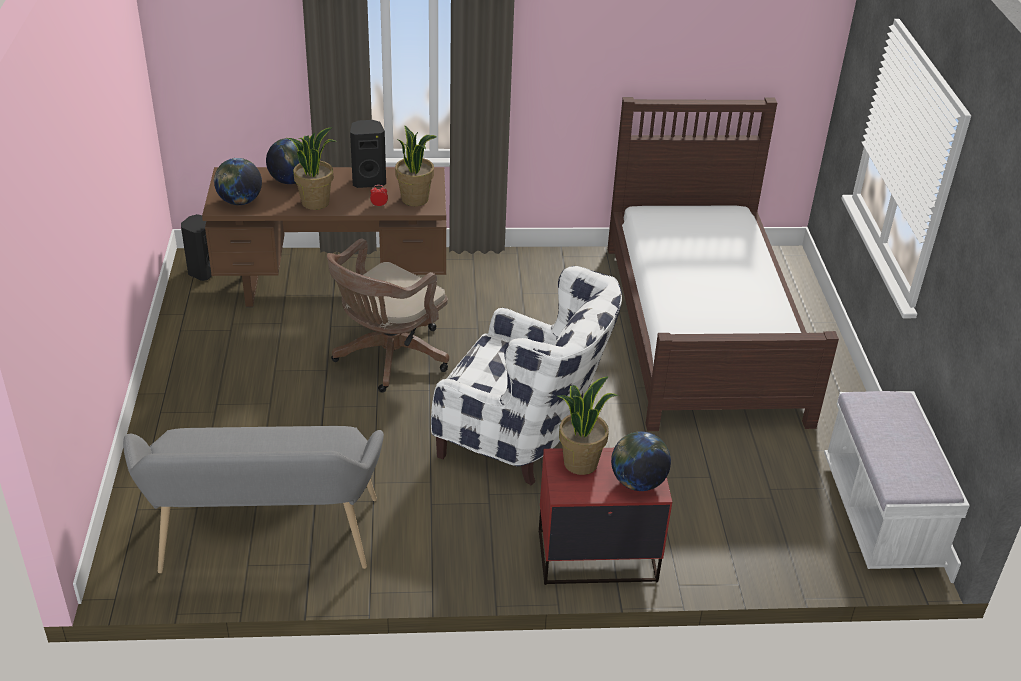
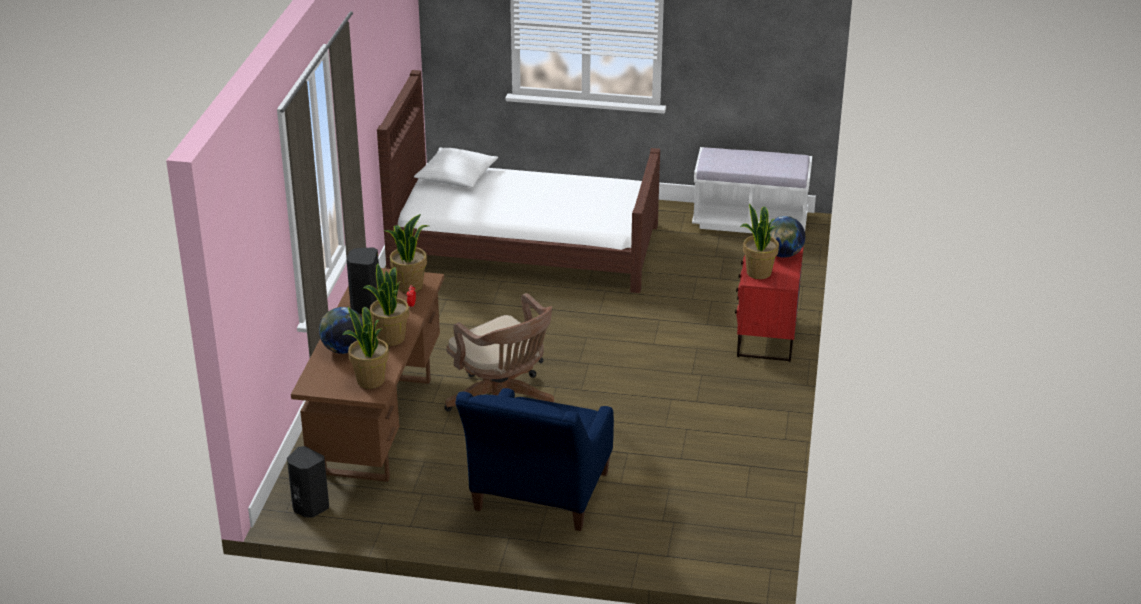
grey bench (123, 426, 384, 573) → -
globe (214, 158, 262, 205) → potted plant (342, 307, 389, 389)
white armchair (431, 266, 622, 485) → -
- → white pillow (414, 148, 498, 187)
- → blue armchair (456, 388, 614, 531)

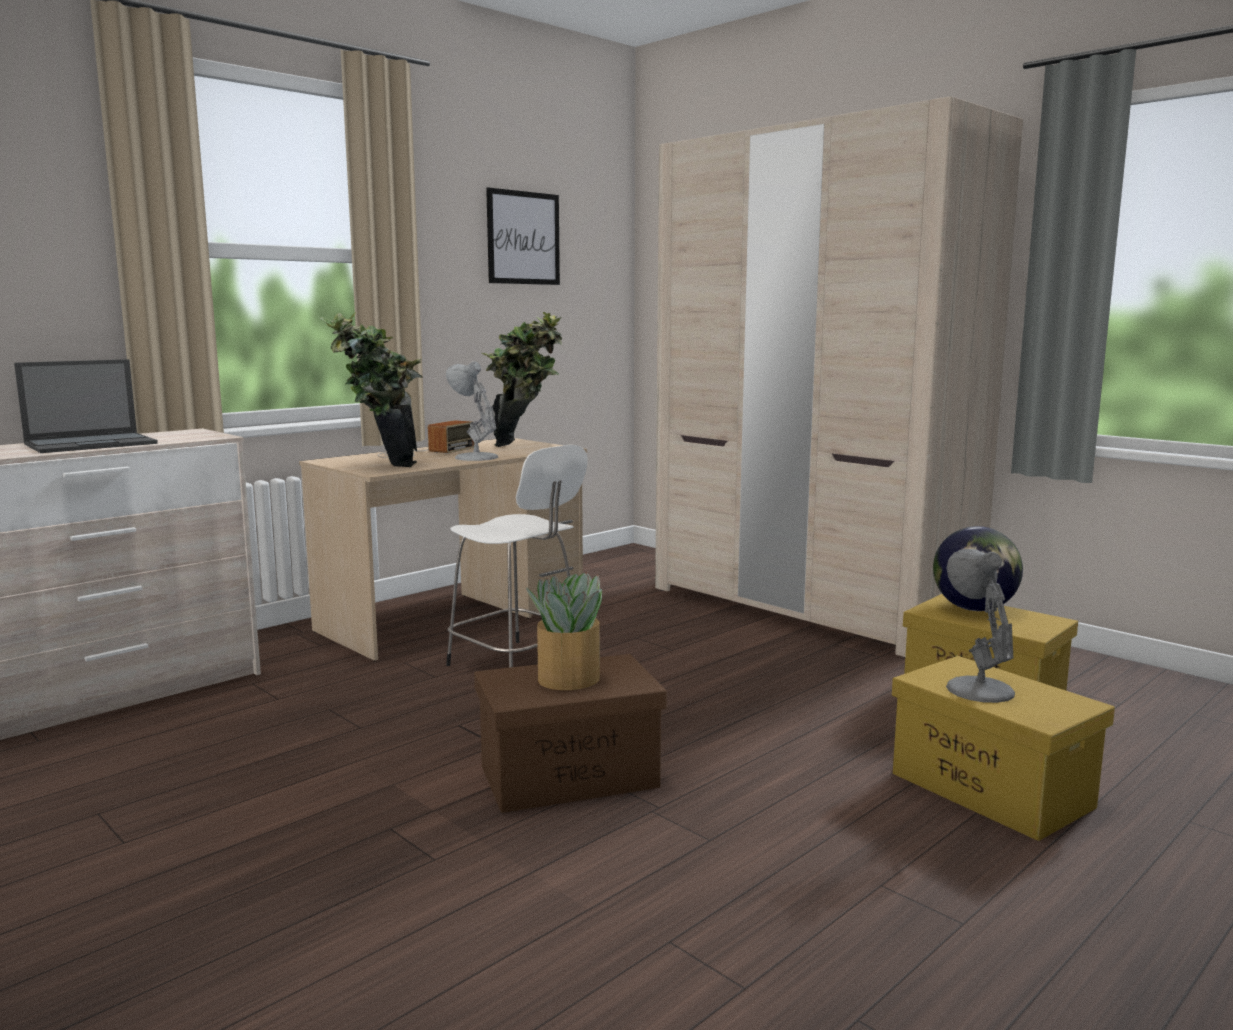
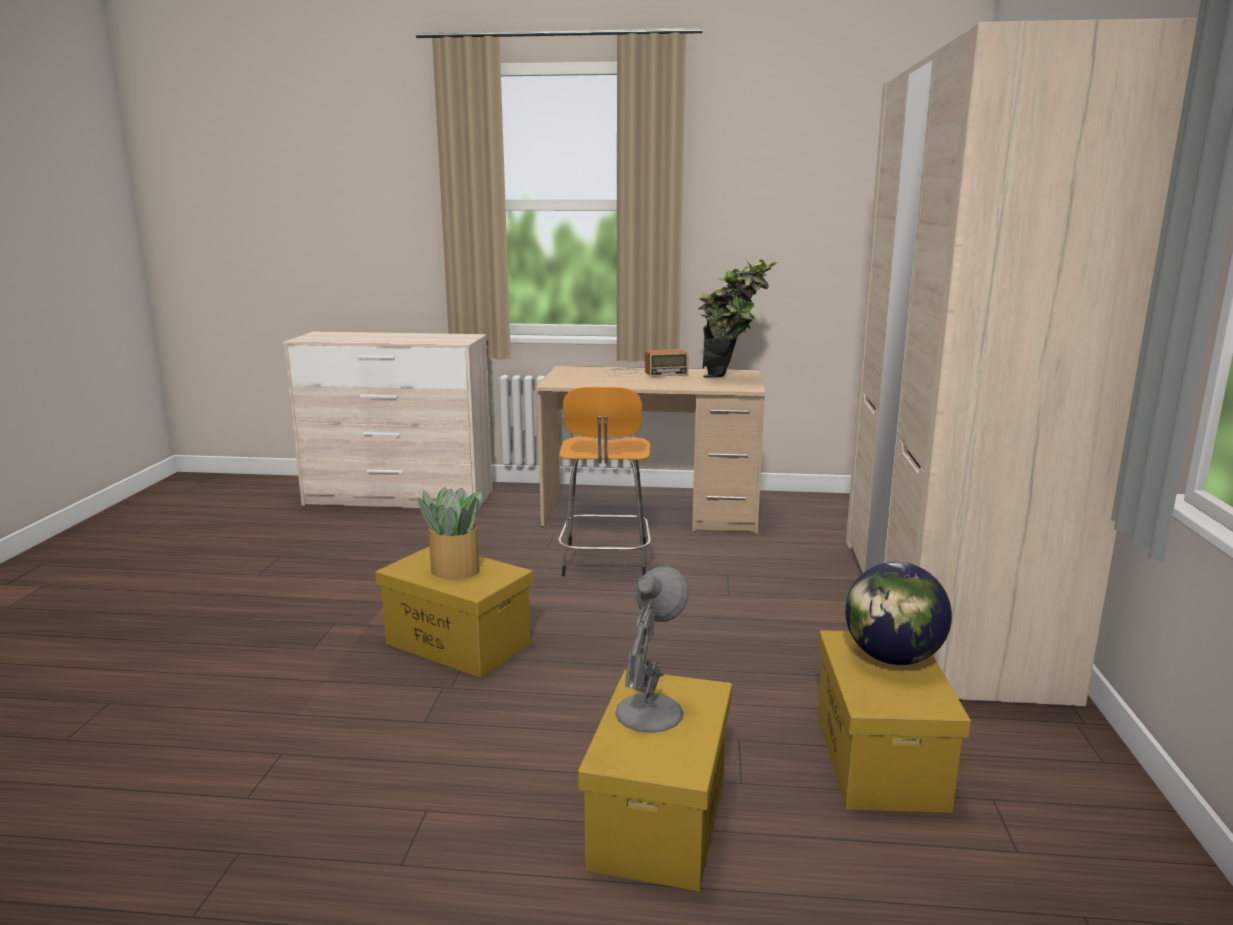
laptop (14, 359, 158, 453) → -
potted plant (321, 312, 423, 467) → -
white table lamp (446, 361, 498, 461) → -
white stool (446, 445, 588, 668) → orange stool (558, 387, 651, 577)
brown storage box (474, 654, 667, 813) → yellow storage box (375, 546, 533, 678)
picture (486, 187, 560, 285) → -

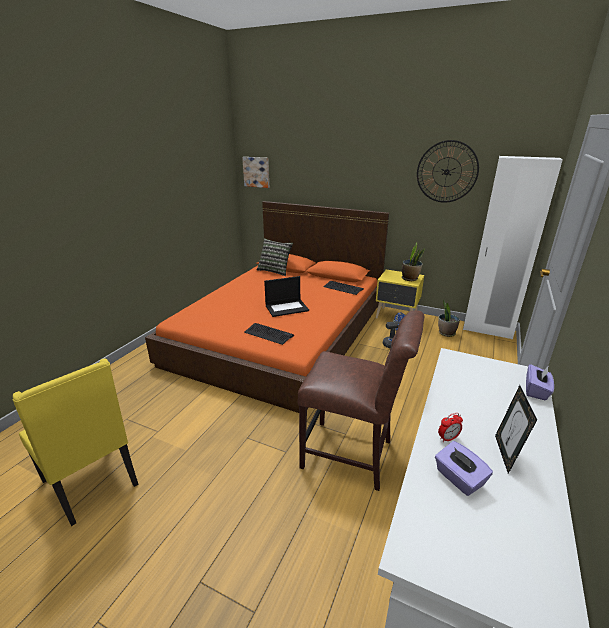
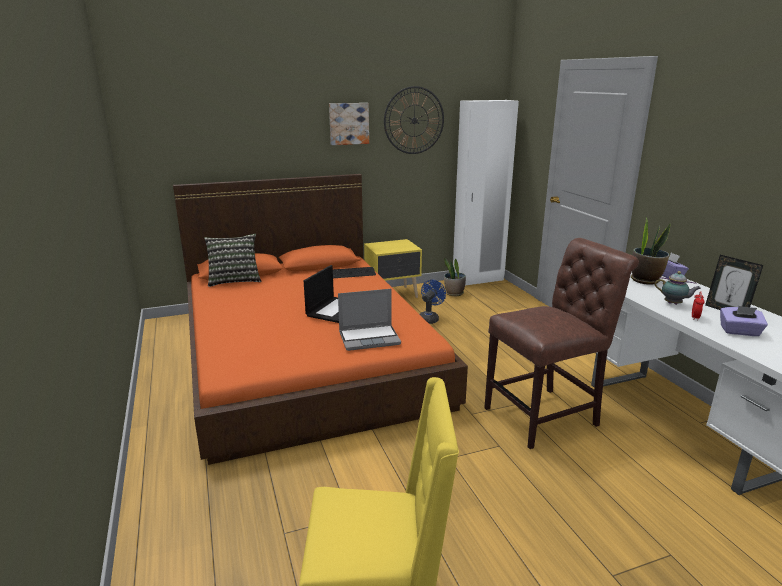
picture (242, 157, 269, 188) → picture (329, 103, 369, 145), moved
keyboard (244, 323, 294, 345) → laptop (338, 289, 401, 351)
potted plant (402, 242, 425, 281) → potted plant (631, 216, 671, 285), moved
- → teapot (655, 271, 701, 305)

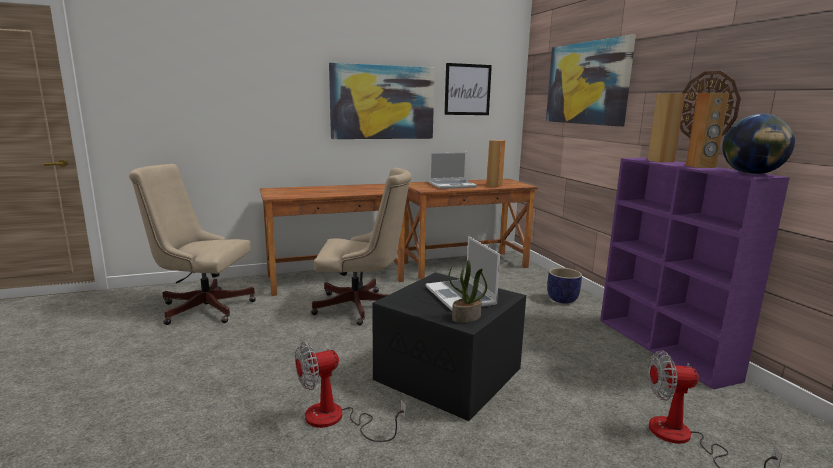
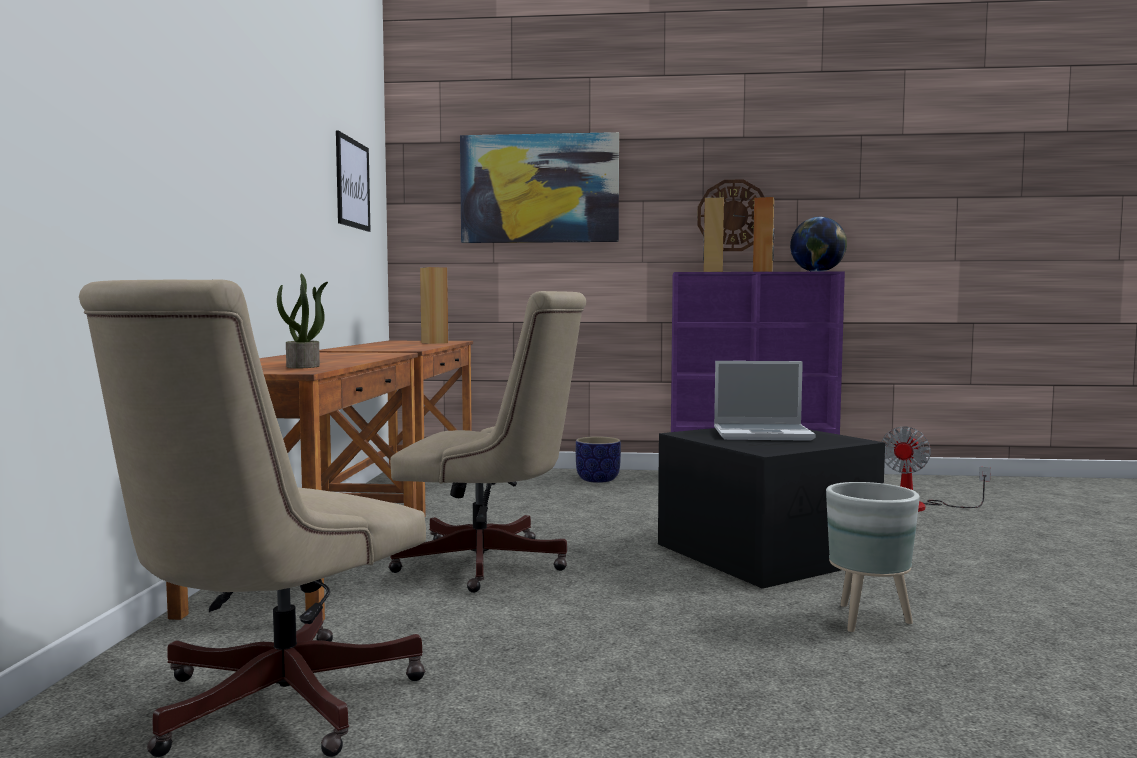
fan (295, 342, 406, 442) → grey planter (826, 482, 920, 632)
beige office chair (311, 168, 412, 325) → beige office chair (388, 291, 586, 593), 75 degrees clockwise
picture (329, 63, 435, 139) → -
laptop (429, 152, 477, 189) → -
potted plant (449, 260, 487, 323) → potted plant (277, 274, 328, 368), moved

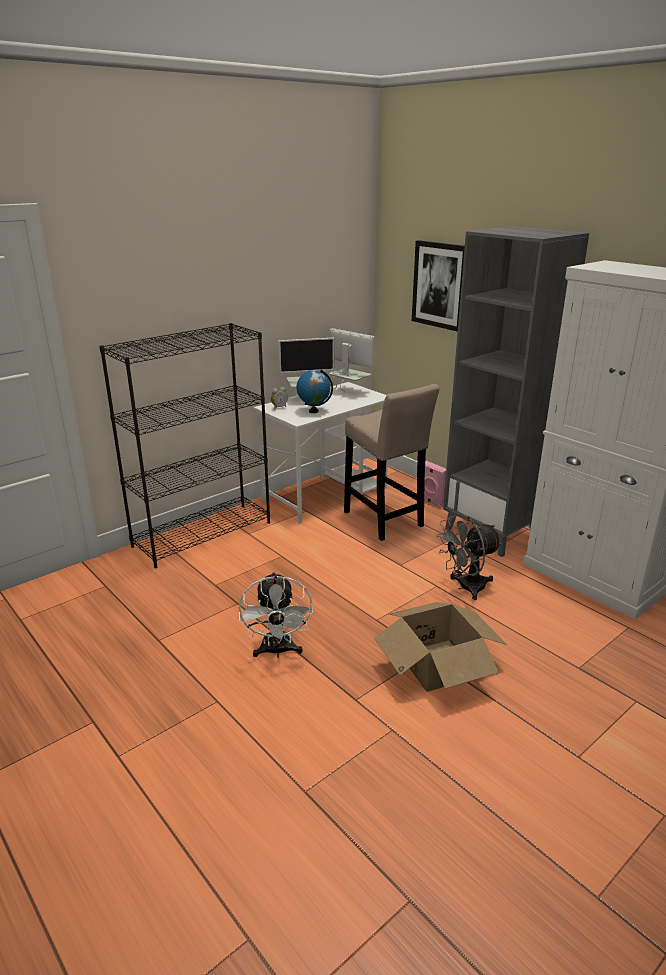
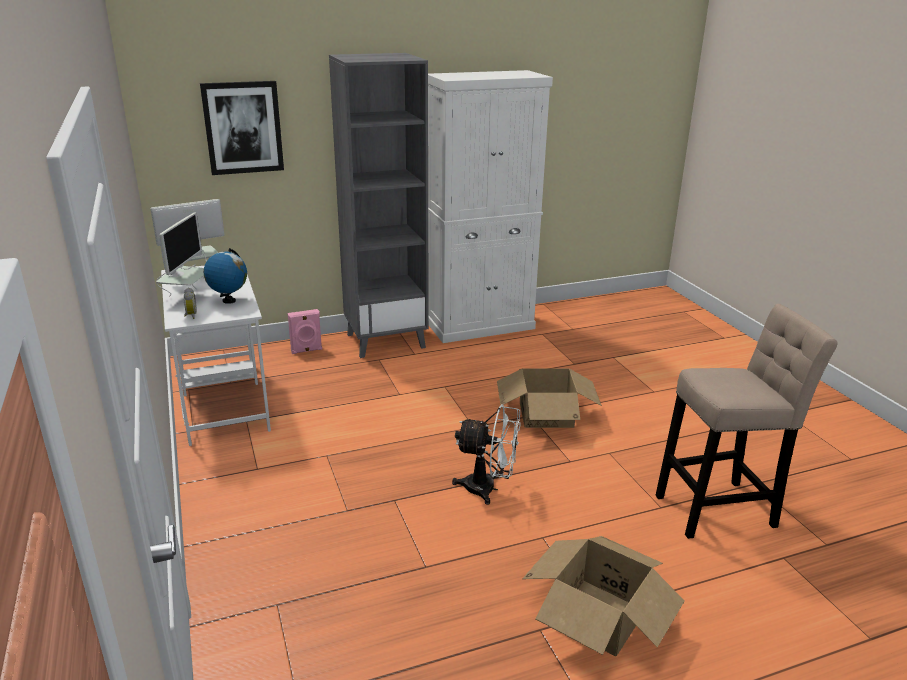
black bookcase (99, 323, 270, 568) → -
beige stool (344, 384, 439, 541) → beige stool (656, 304, 838, 539), moved
grey fan (436, 514, 502, 600) → -
- → cardboard box (522, 536, 685, 656)

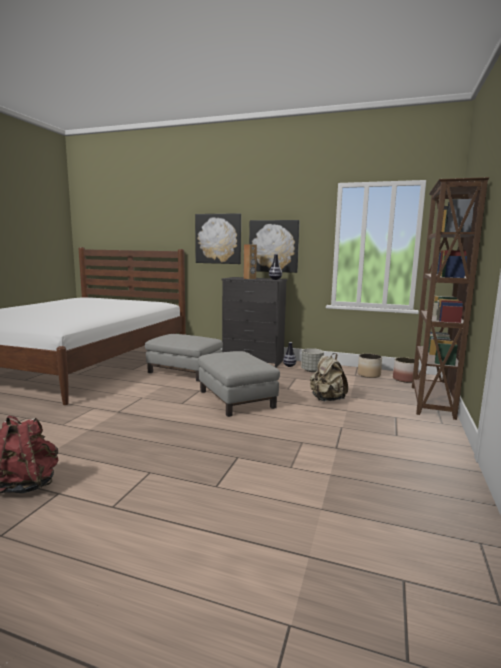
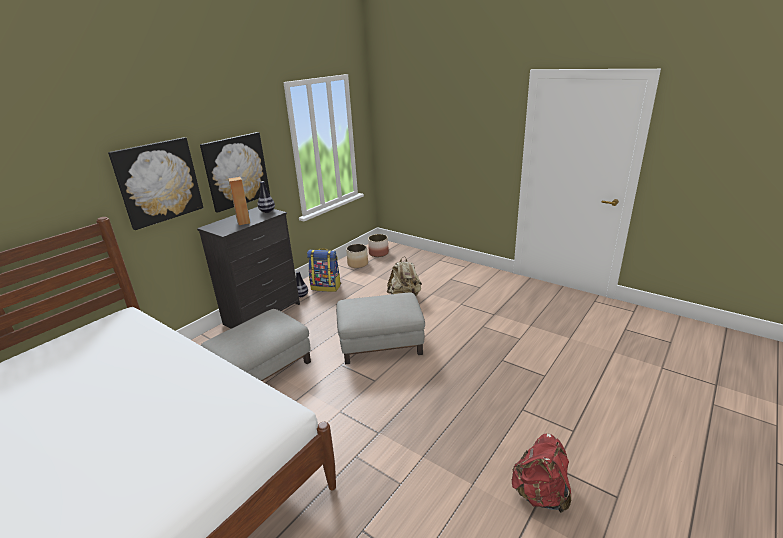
grey planter (301, 348, 324, 372) → backpack (307, 248, 341, 292)
brown bookcase (412, 177, 489, 420) → -

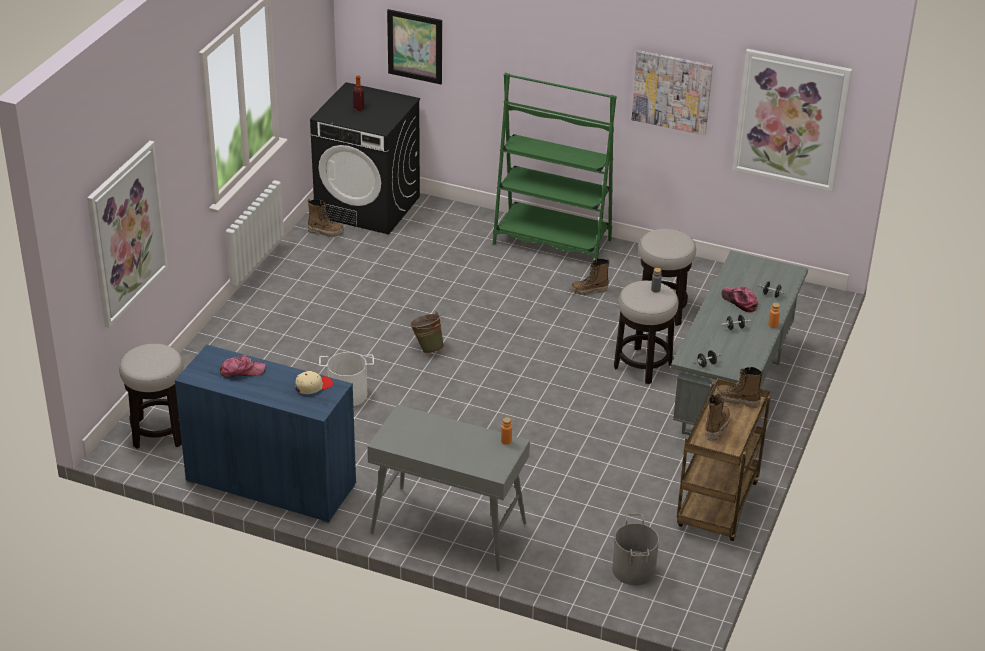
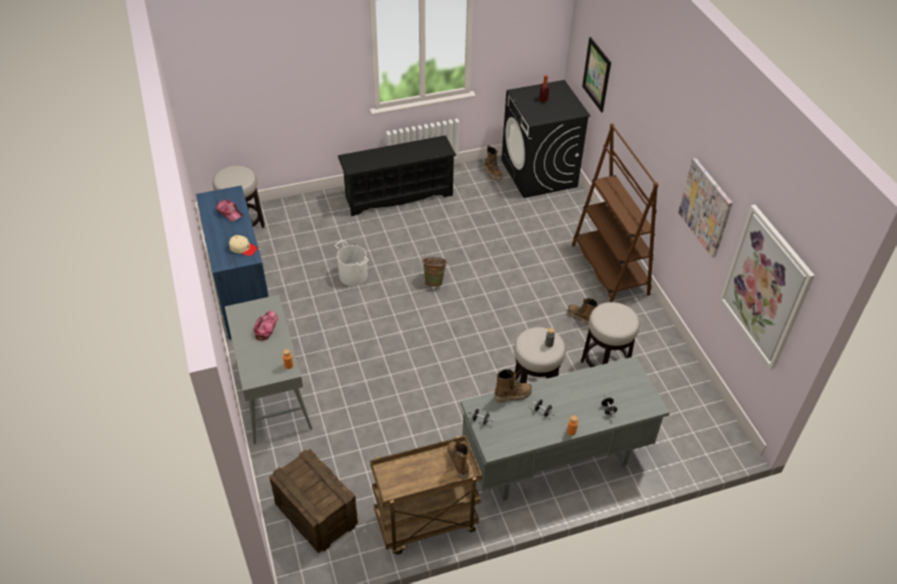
picture (87, 141, 168, 328) → -
green bookcase (493, 73, 617, 260) → brown bookcase (572, 123, 659, 302)
grey bucket (612, 513, 659, 585) → crate (269, 449, 358, 553)
boot (705, 394, 730, 441) → boot (494, 369, 532, 402), moved
cap (722, 287, 758, 313) → cap (254, 311, 278, 341), moved
- → black shoe rack (338, 135, 457, 216)

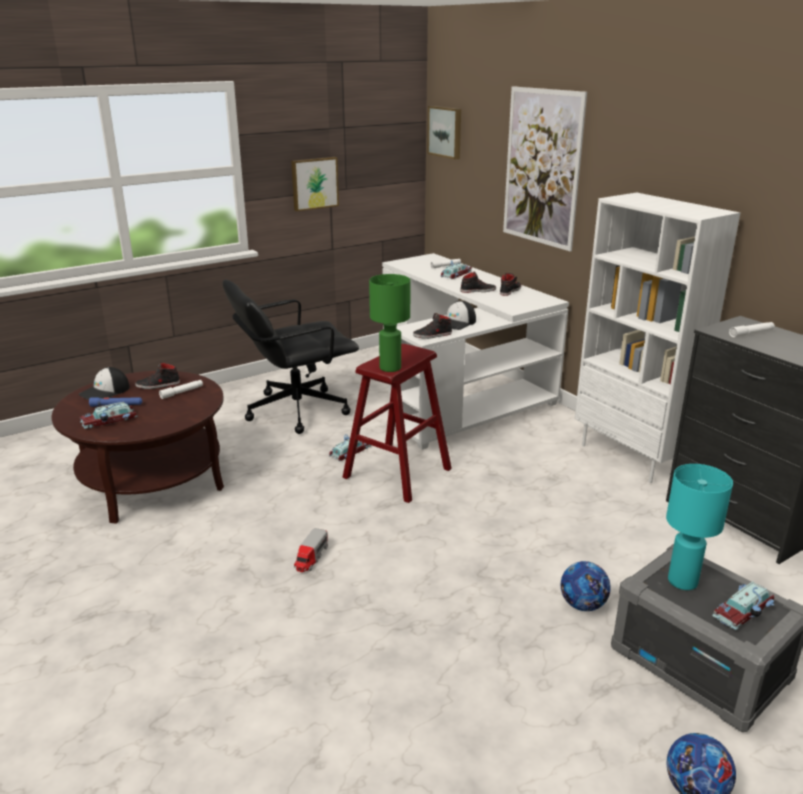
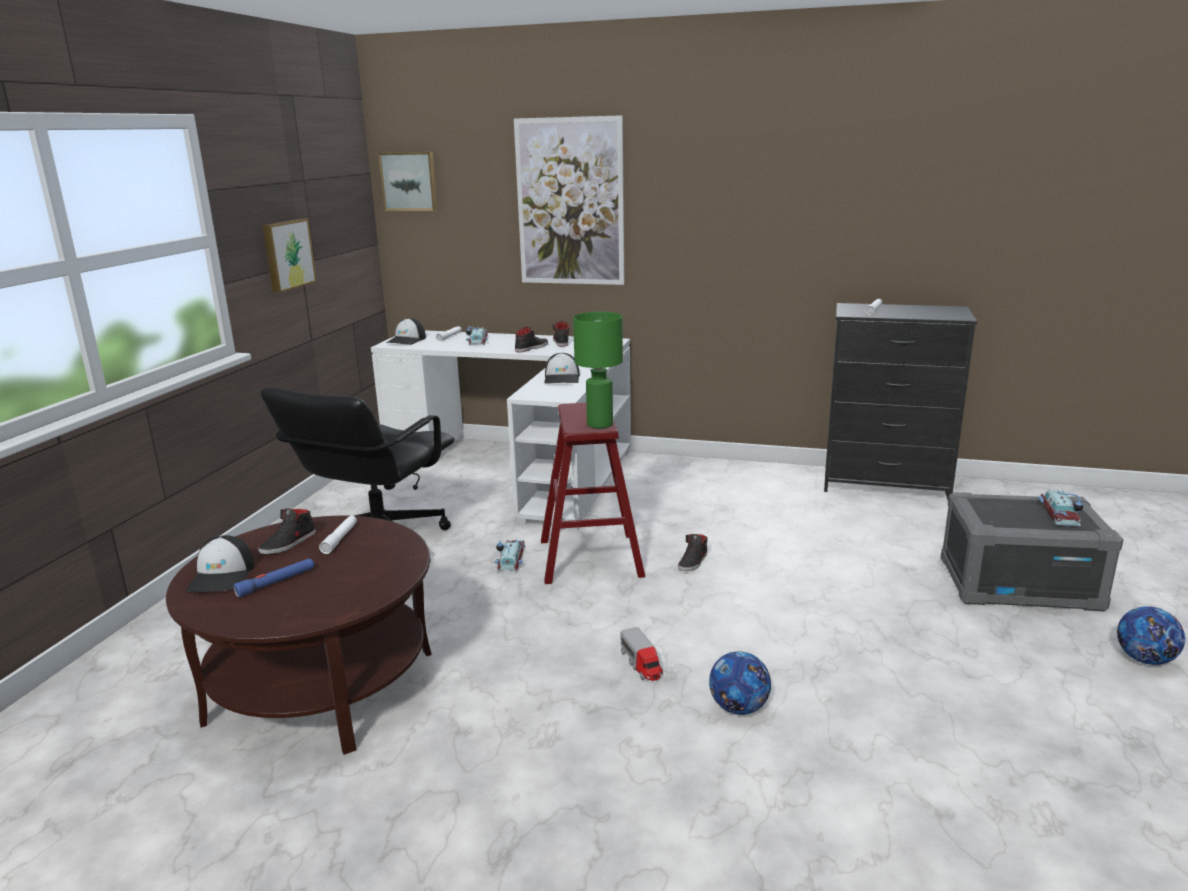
toy car (80, 402, 138, 429) → -
black shoe (413, 313, 452, 339) → black shoe (678, 534, 708, 571), moved
football (561, 561, 611, 611) → football (709, 651, 771, 715), moved
white bookcase (575, 192, 740, 483) → -
turquoise table lamp (666, 464, 733, 590) → -
- → cap (386, 318, 426, 345)

